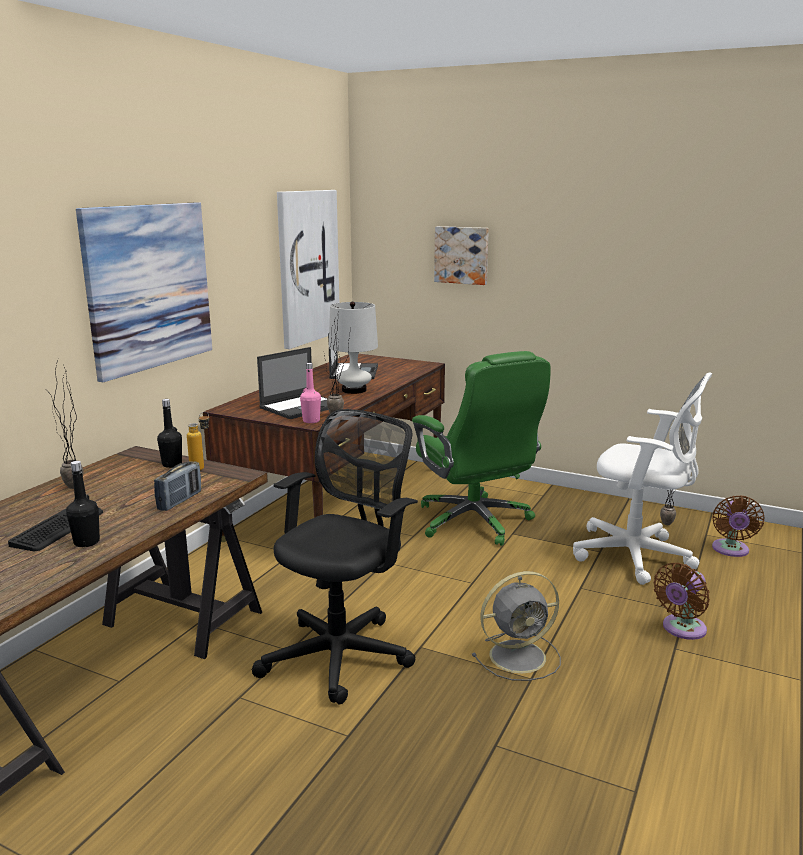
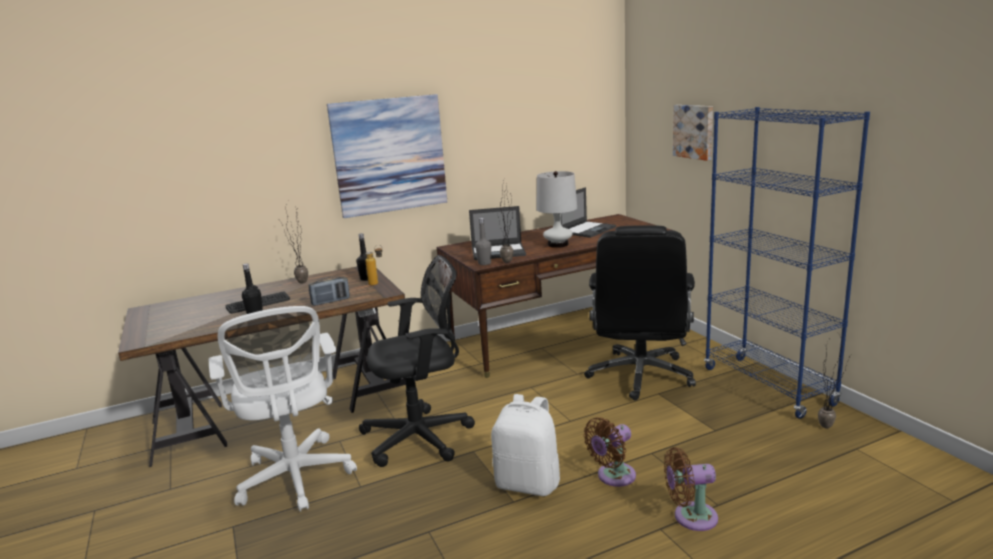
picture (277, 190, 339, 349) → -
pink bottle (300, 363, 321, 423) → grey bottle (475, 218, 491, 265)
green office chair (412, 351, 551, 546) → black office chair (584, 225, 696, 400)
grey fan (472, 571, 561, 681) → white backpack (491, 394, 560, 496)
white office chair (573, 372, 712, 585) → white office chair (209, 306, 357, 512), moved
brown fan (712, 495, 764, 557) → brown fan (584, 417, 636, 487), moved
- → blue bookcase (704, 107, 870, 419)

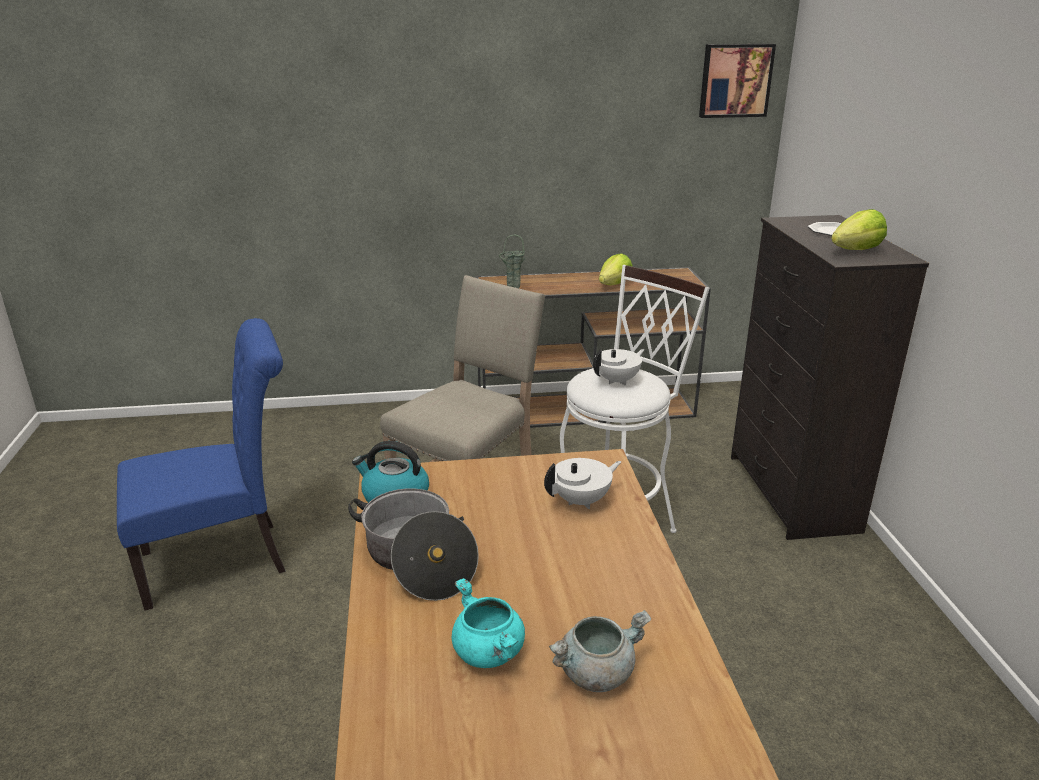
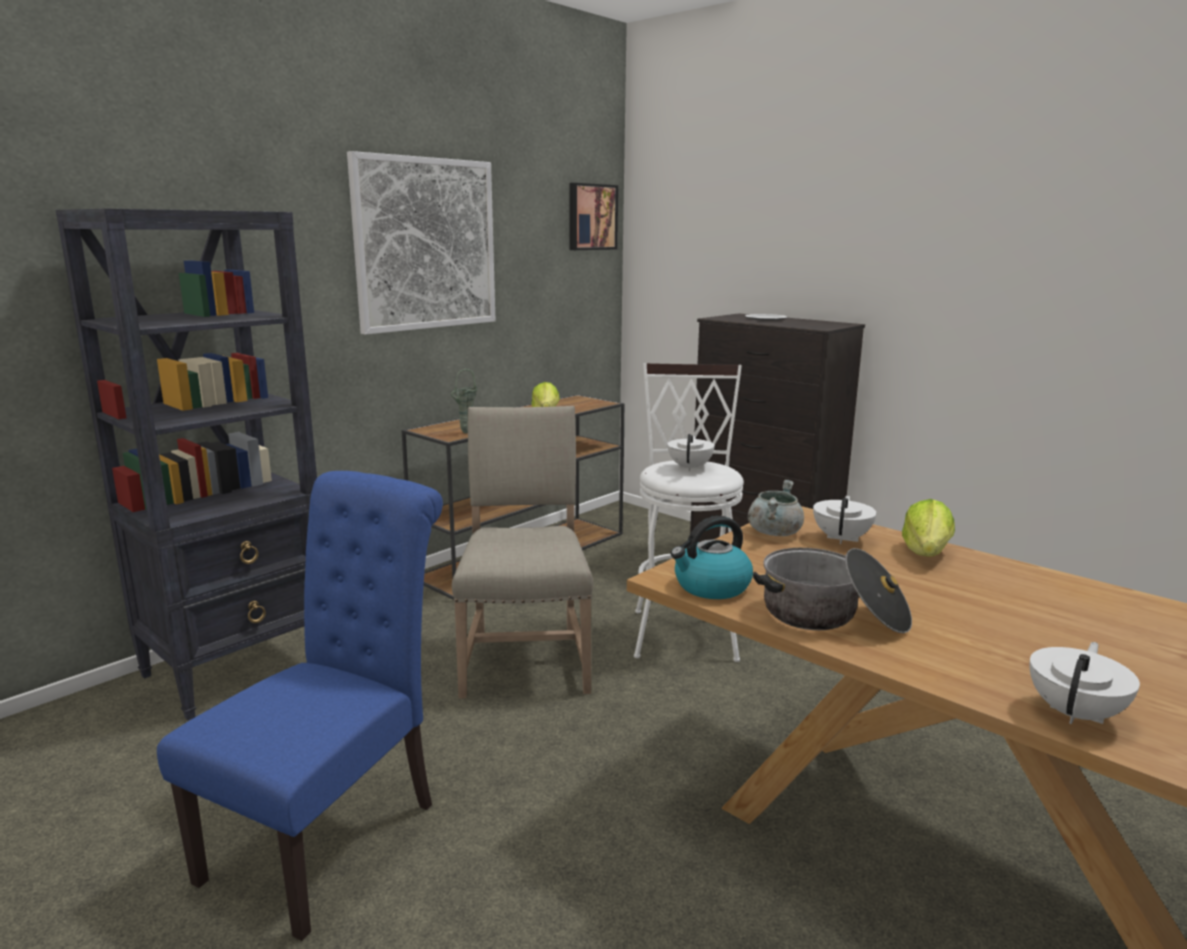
turquoise cooking pot (452, 578, 525, 668) → -
grey cooking pot (549, 610, 651, 692) → grey cooking pot (748, 480, 804, 536), moved
lettuce (831, 209, 887, 250) → lettuce (902, 499, 955, 557), moved
- → black bookcase (56, 208, 317, 720)
- → picture (347, 151, 496, 335)
- → white teapot (1029, 642, 1140, 724)

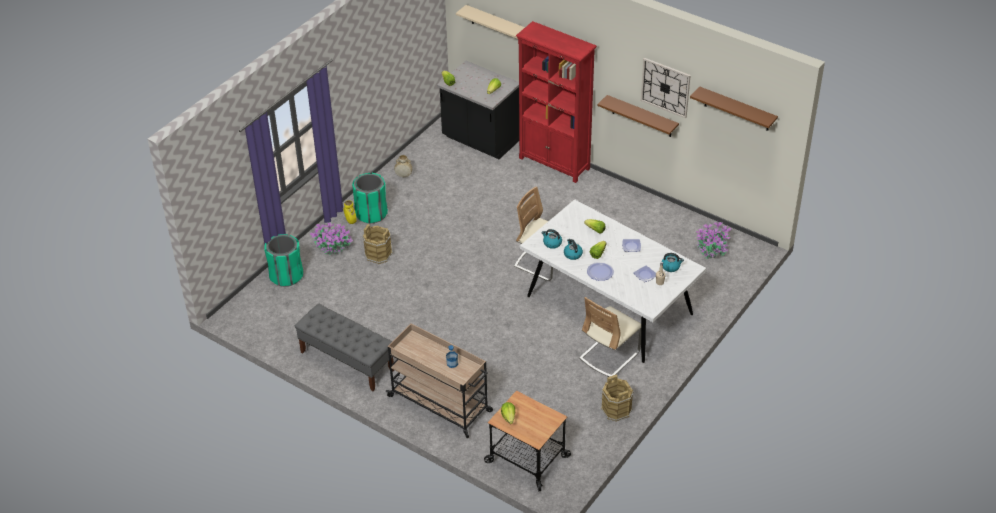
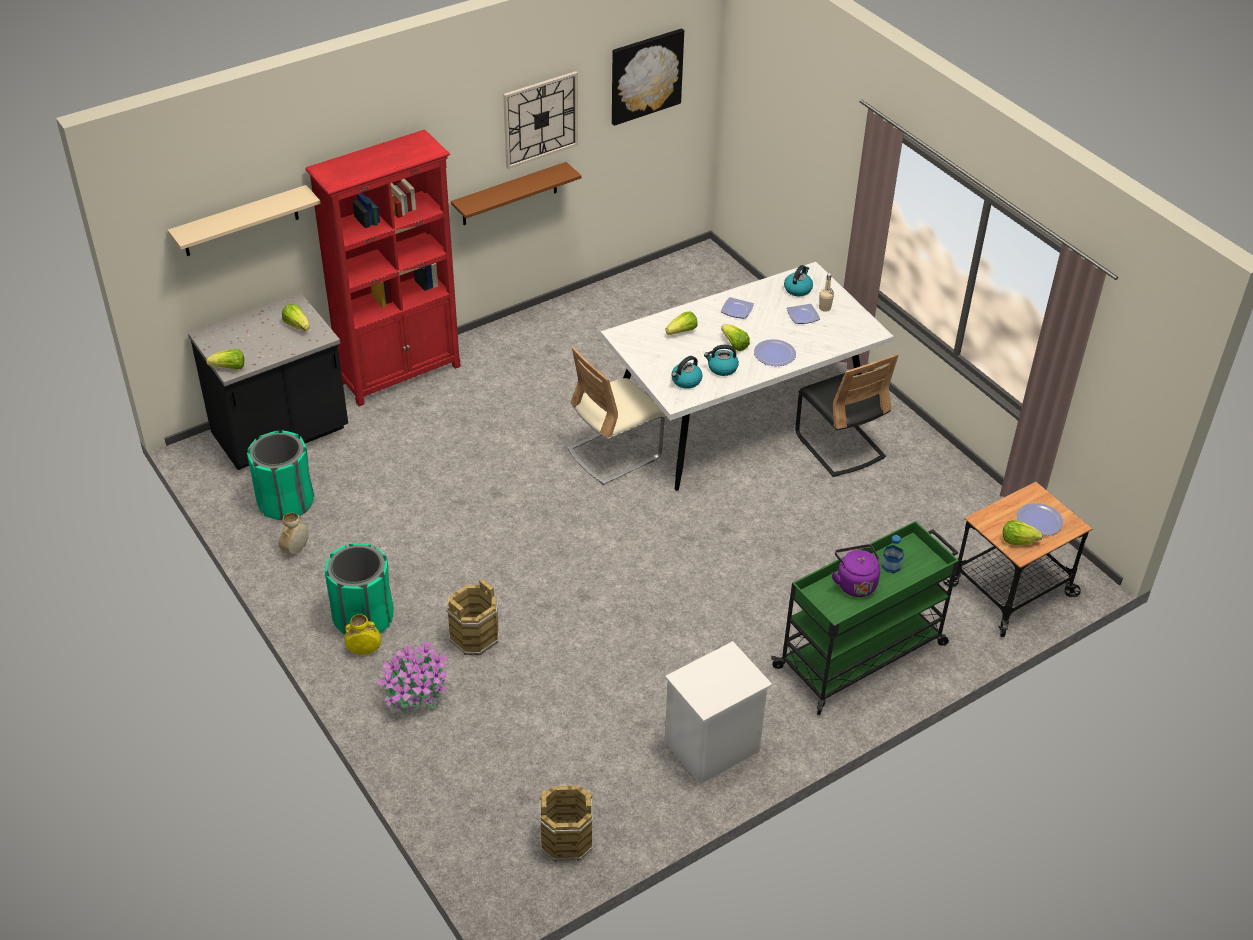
green trash can (264, 234, 303, 287) → green trash can (247, 430, 314, 520), moved
grey bench (295, 304, 394, 391) → white nightstand (664, 641, 772, 784)
beige cart (386, 323, 493, 438) → green cart (771, 521, 959, 715)
beige chair (579, 297, 641, 377) → black chair (795, 354, 898, 477)
brown bucket (601, 374, 633, 421) → brown bucket (539, 785, 593, 862), moved
brown shelf (690, 86, 778, 131) → picture (612, 29, 684, 126)
potted plant (696, 221, 732, 259) → -
- → purple kettle (832, 544, 880, 597)
- → plate (1016, 503, 1063, 536)

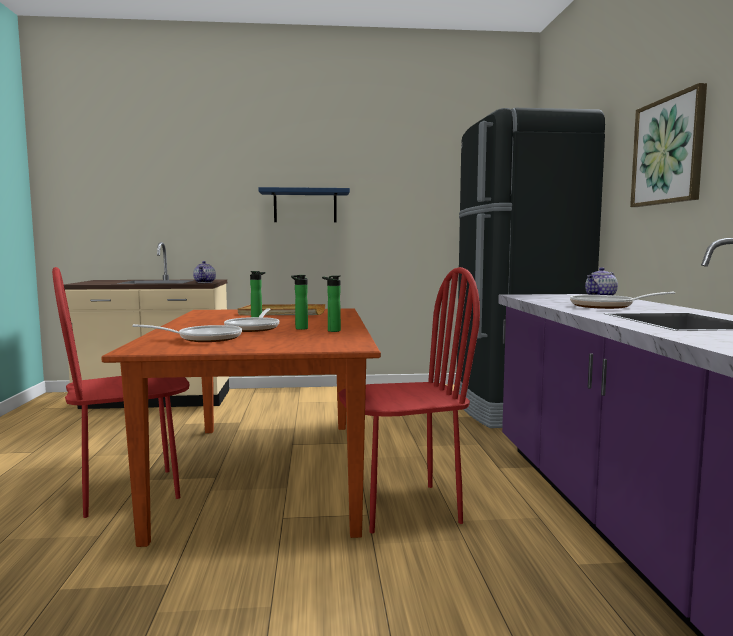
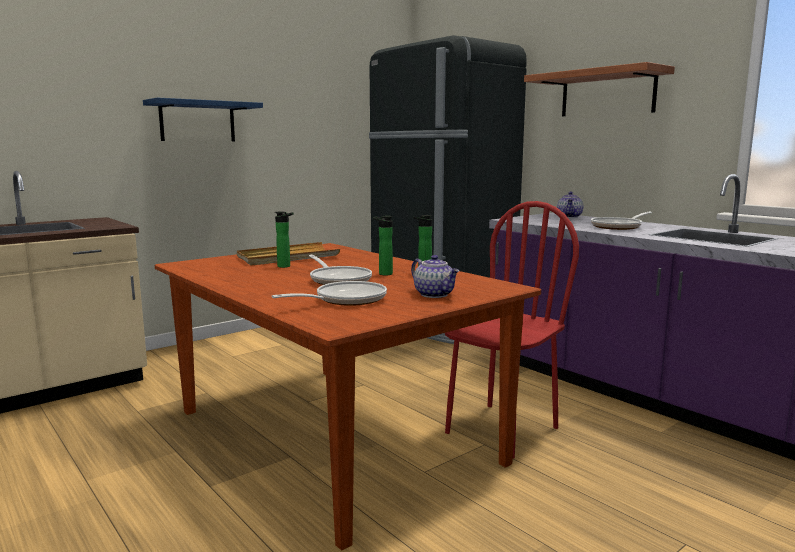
red chair (52, 267, 189, 518) → -
teapot (193, 261, 216, 283) → teapot (411, 255, 460, 298), moved
picture (630, 83, 707, 207) → shelf (524, 62, 675, 116)

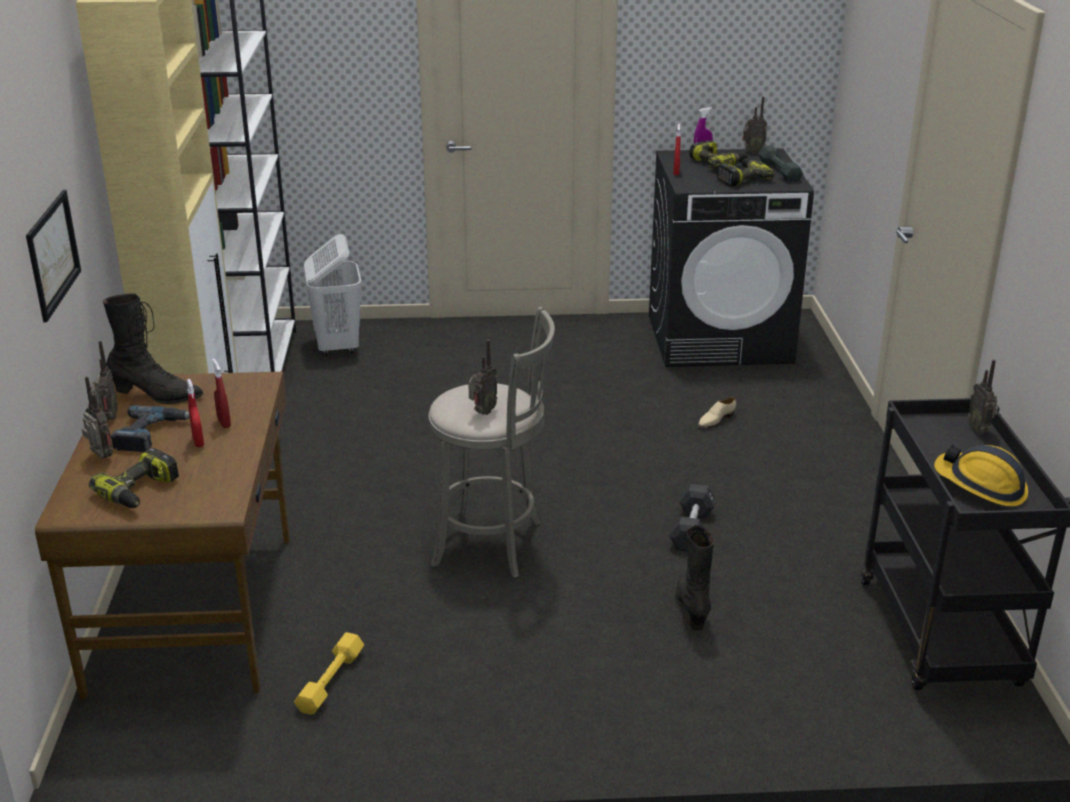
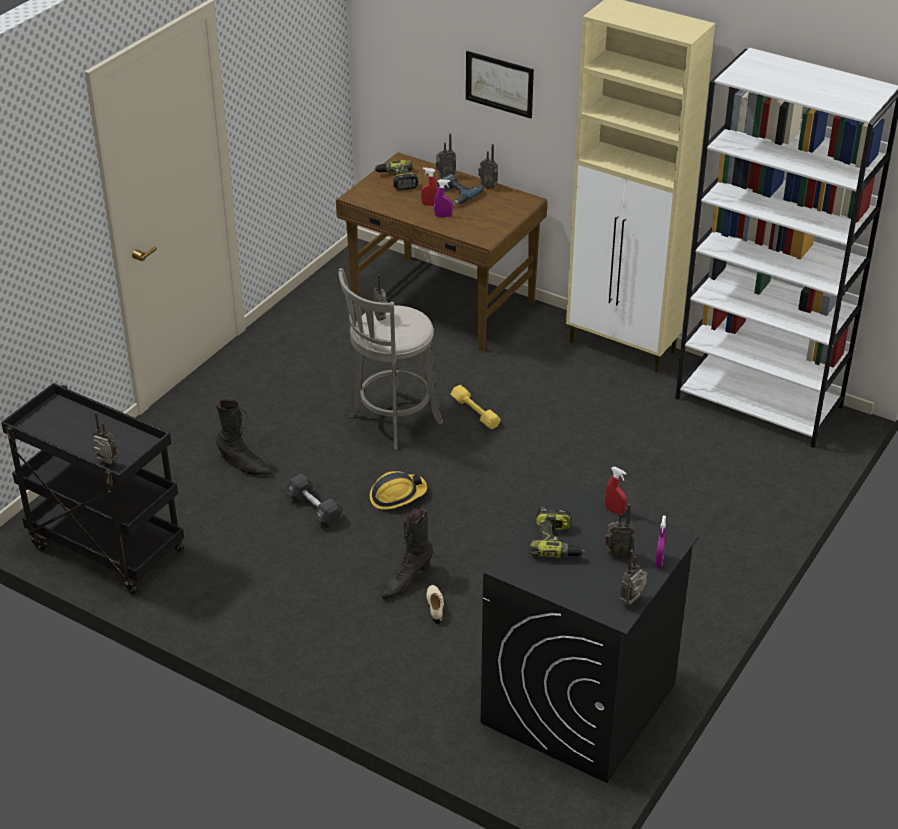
black boot (103, 293, 203, 404) → black boot (381, 508, 433, 600), moved
red spray bottle (212, 358, 231, 428) → purple spray bottle (434, 179, 453, 218)
yellow dumbbell (294, 632, 364, 715) → yellow dumbbell (451, 385, 501, 430), moved
white laundry basket (304, 234, 362, 356) → -
power drill (689, 140, 748, 169) → radio (604, 504, 635, 559)
grey dumbbell (758, 146, 803, 182) → -
hard hat (934, 445, 1028, 507) → hard hat (370, 471, 427, 510), moved

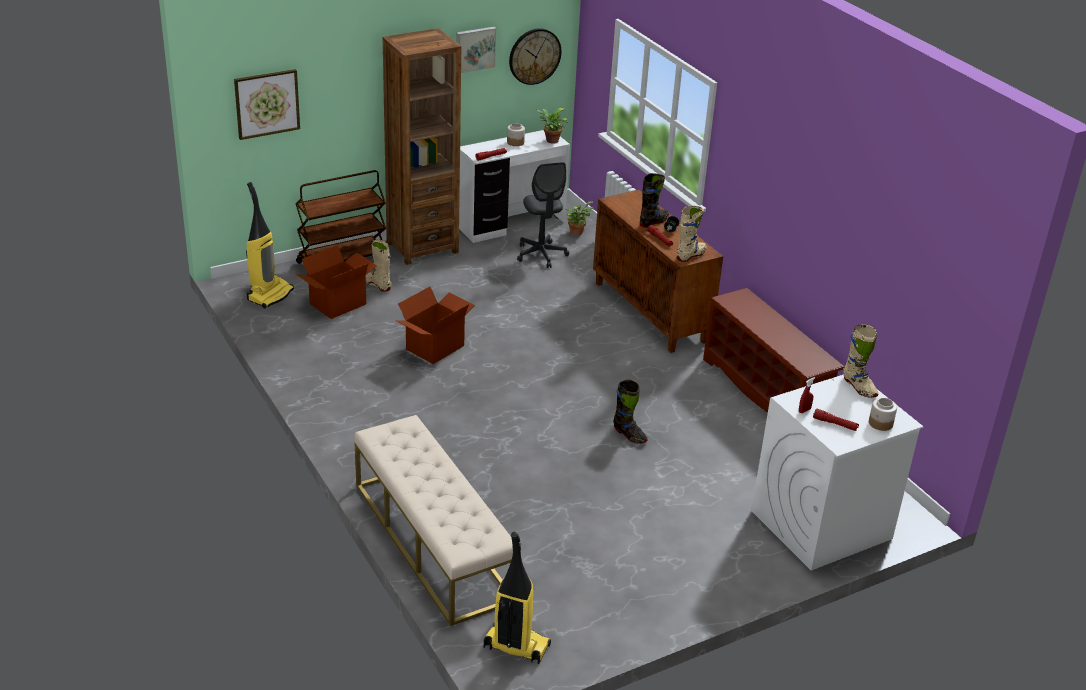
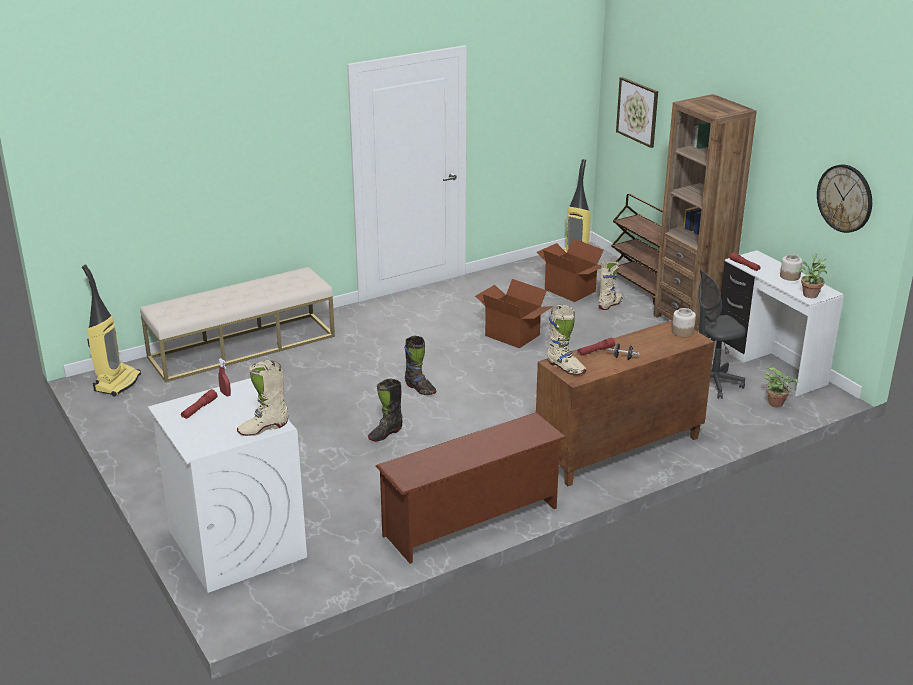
picture (456, 27, 496, 73) → -
black boot (640, 173, 669, 228) → black boot (404, 336, 436, 395), moved
jar (869, 398, 897, 431) → jar (672, 308, 696, 337), moved

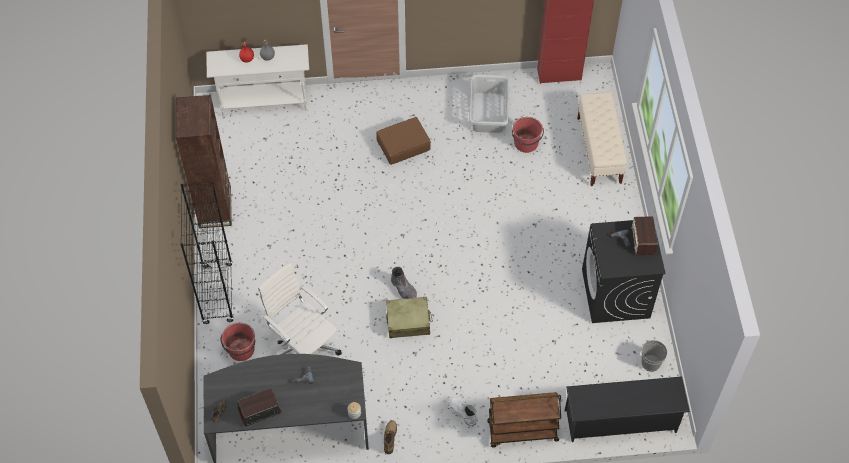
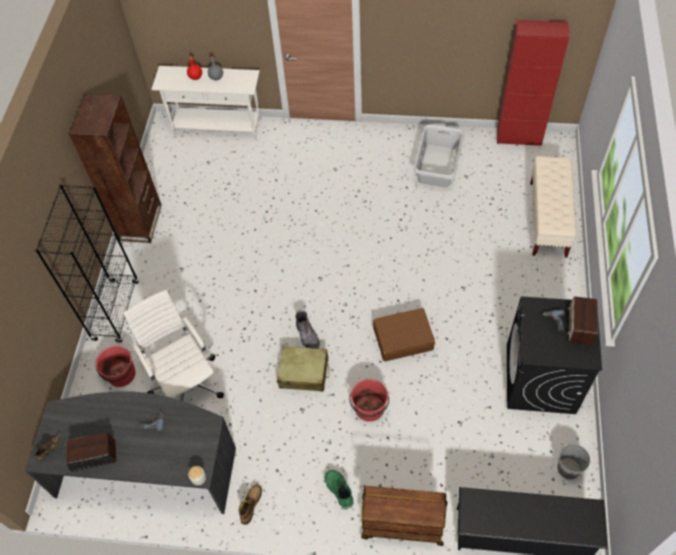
brown suitcase (376, 117, 431, 165) → brown suitcase (373, 308, 435, 361), moved
white boot (448, 397, 478, 427) → green boot (325, 470, 354, 510)
red bucket (512, 117, 544, 153) → red bucket (349, 379, 389, 422), moved

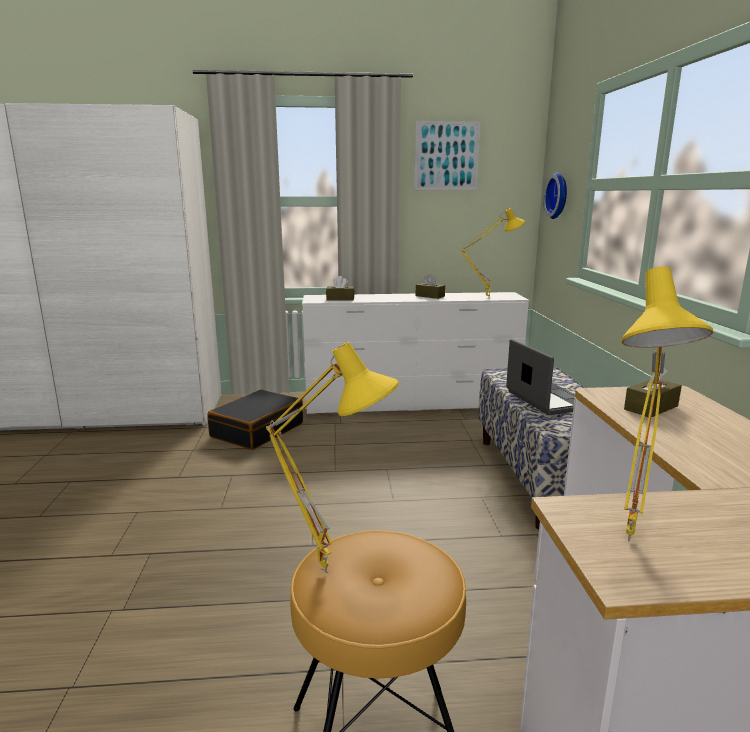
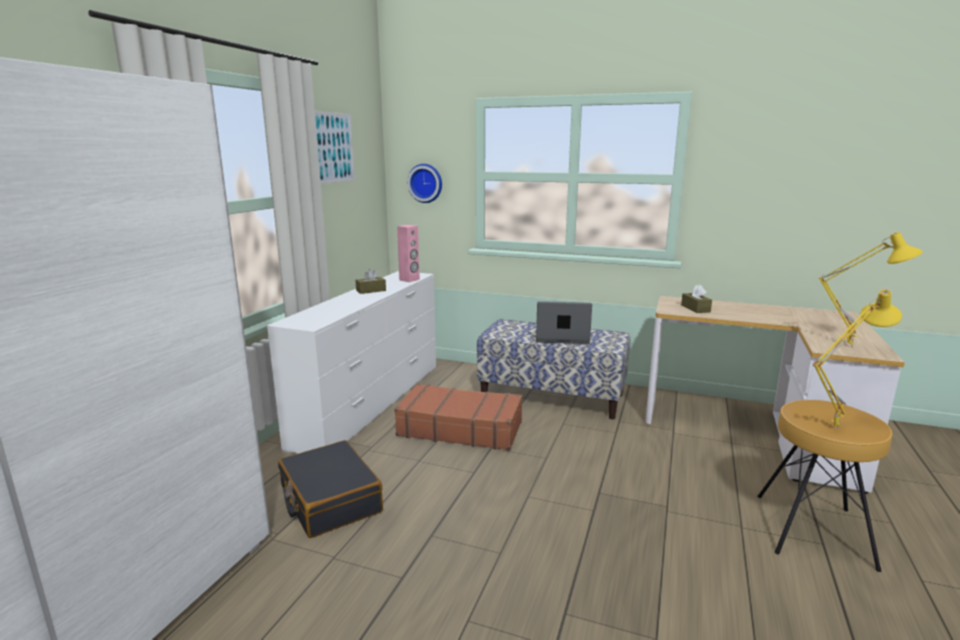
brown tissue box (326, 276, 355, 301) → -
yellow table lamp (460, 208, 525, 296) → pink speaker (397, 225, 420, 282)
- → brown suitcase (394, 384, 523, 451)

